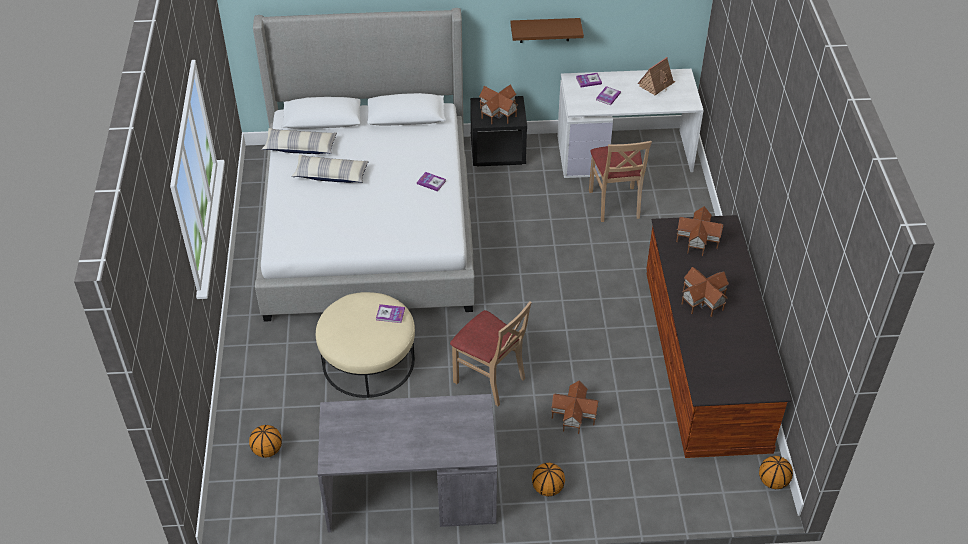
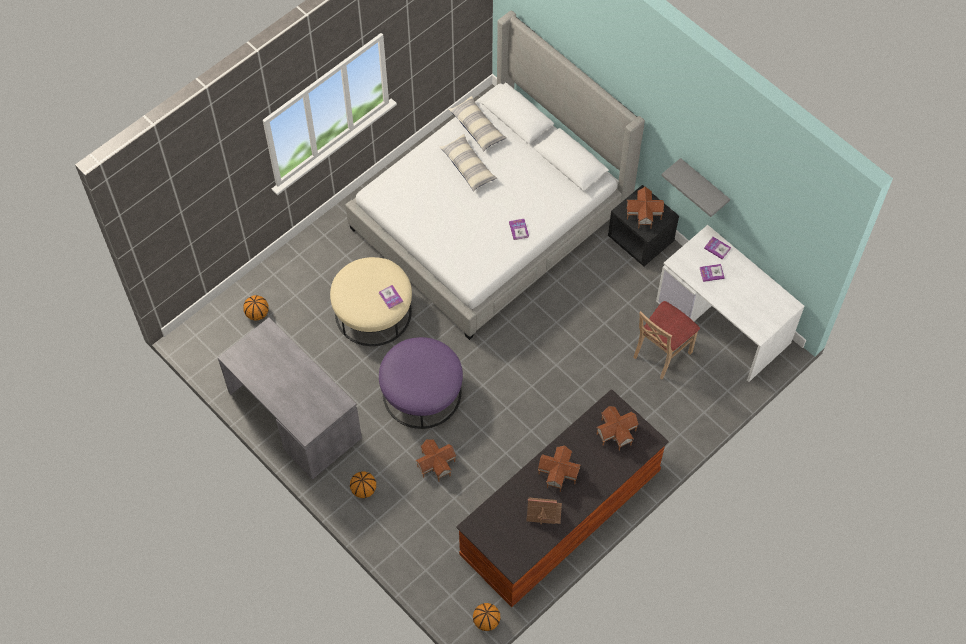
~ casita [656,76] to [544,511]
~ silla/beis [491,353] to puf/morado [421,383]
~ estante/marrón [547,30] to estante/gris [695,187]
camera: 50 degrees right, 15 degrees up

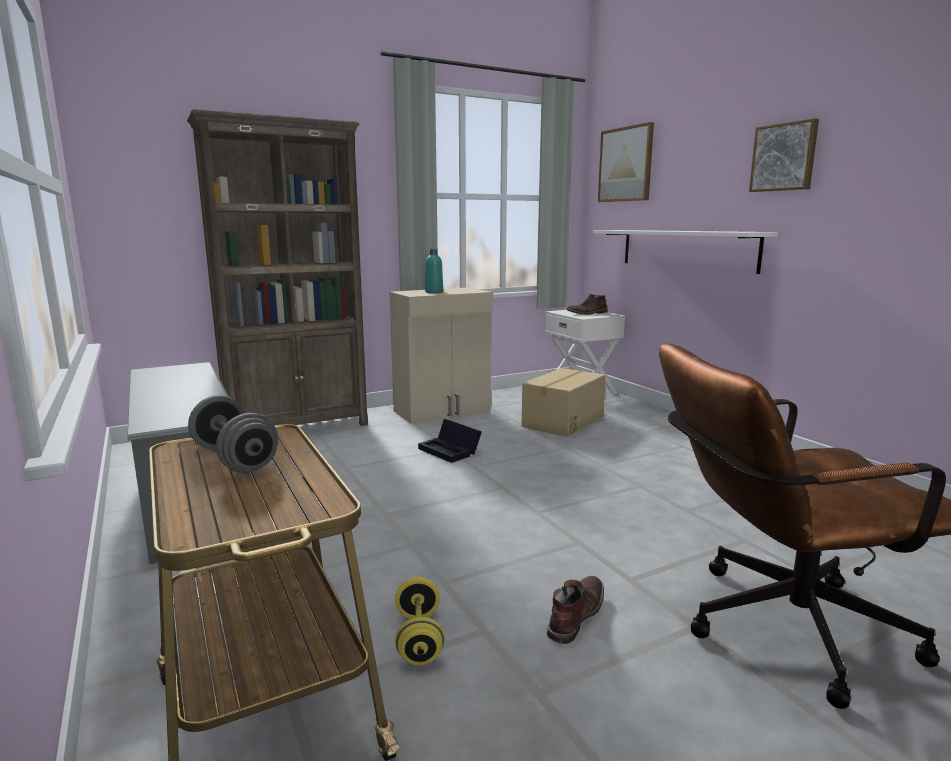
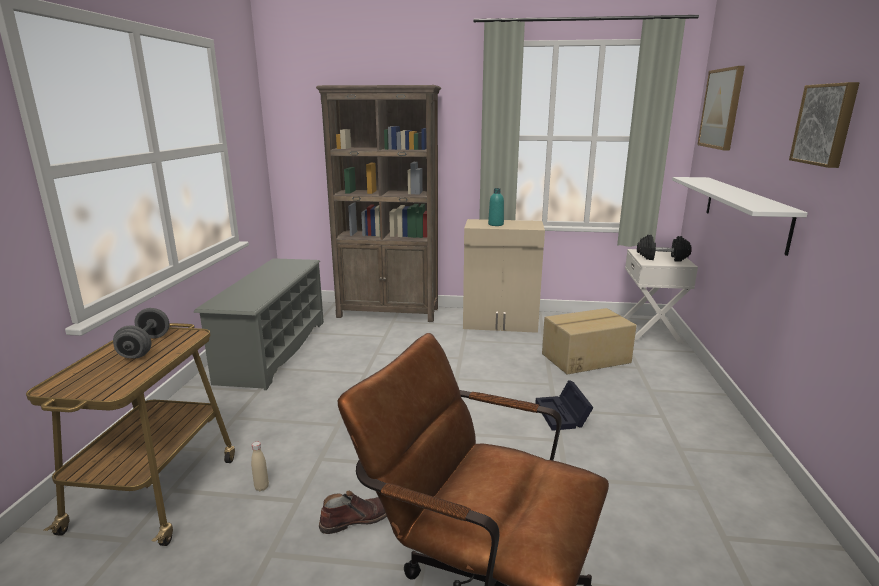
~ caja de almacenaje/negro [450,441] to [565,405]
~ mancuerna/amarillo [420,621] to botella/beis [260,466]
~ bota/marrón [587,304] to mancuerna/negro [664,248]
camera: 35 degrees right, 5 degrees up

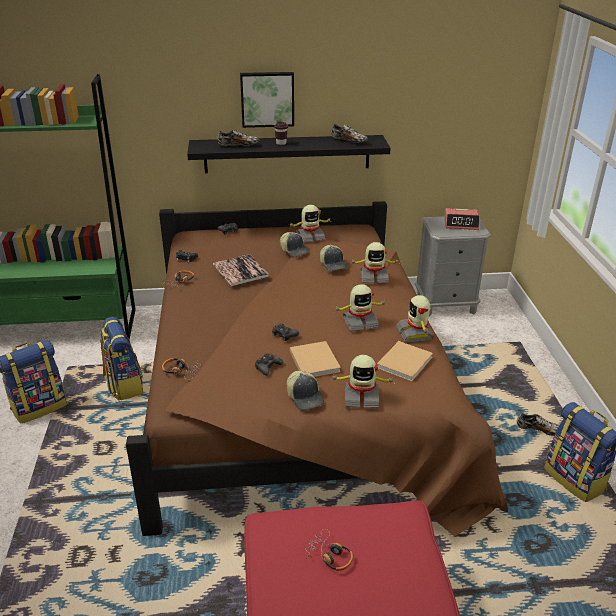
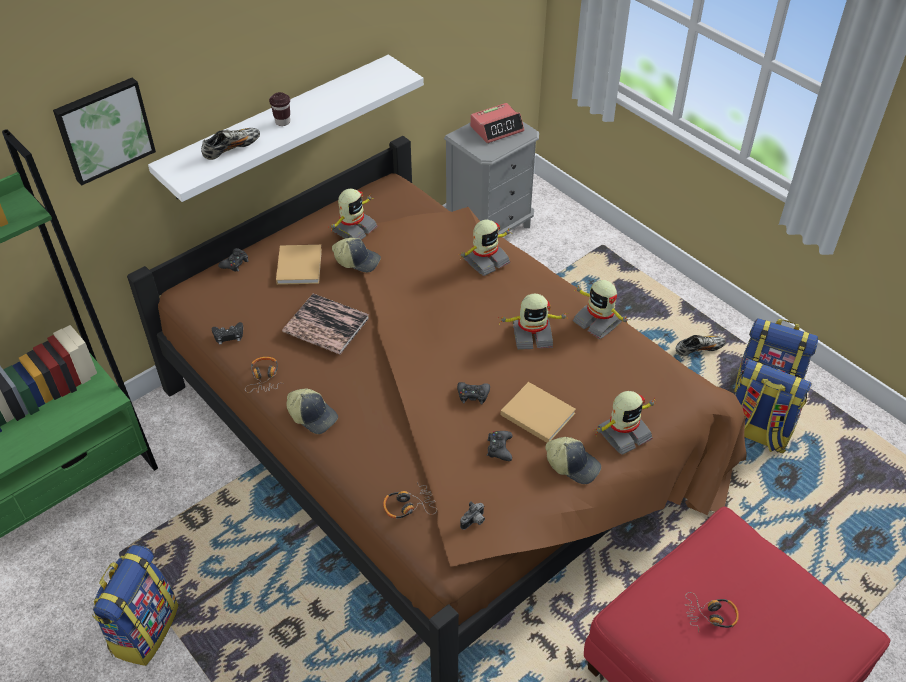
- zapato [350,133]
+ cámara [472,515]
~ mochila [121,359] to [773,406]
~ cuadro [267,100] to [104,131]
~ gorra [333,258] to [312,411]
~ libro/beis [405,361] to [299,265]
~ estante/negro [289,154] to estante/blanco [286,128]
~ robot de juguete [360,307] = [533,322] 45 degrees clockwise
camera: 35 degrees left, 15 degrees up

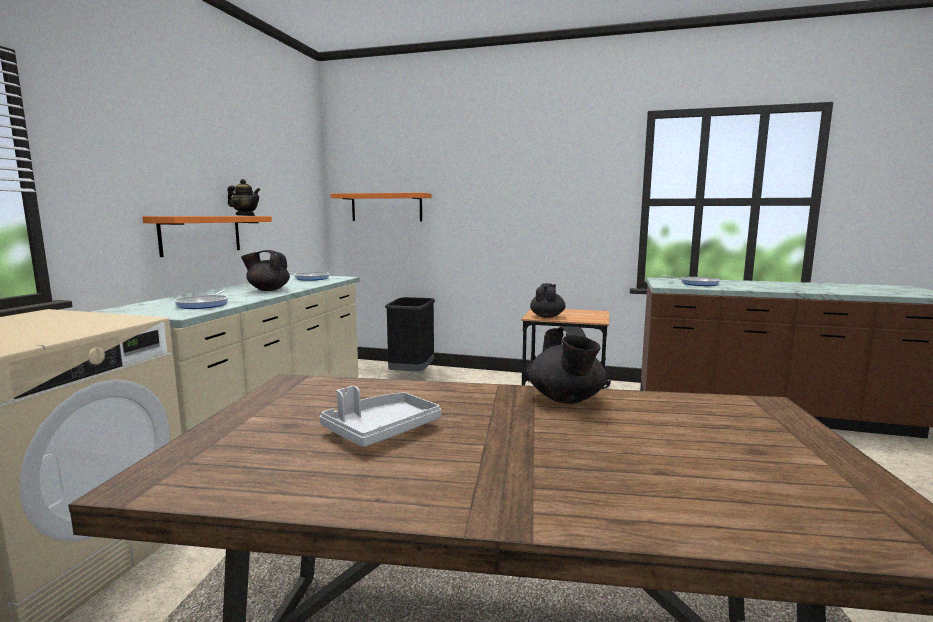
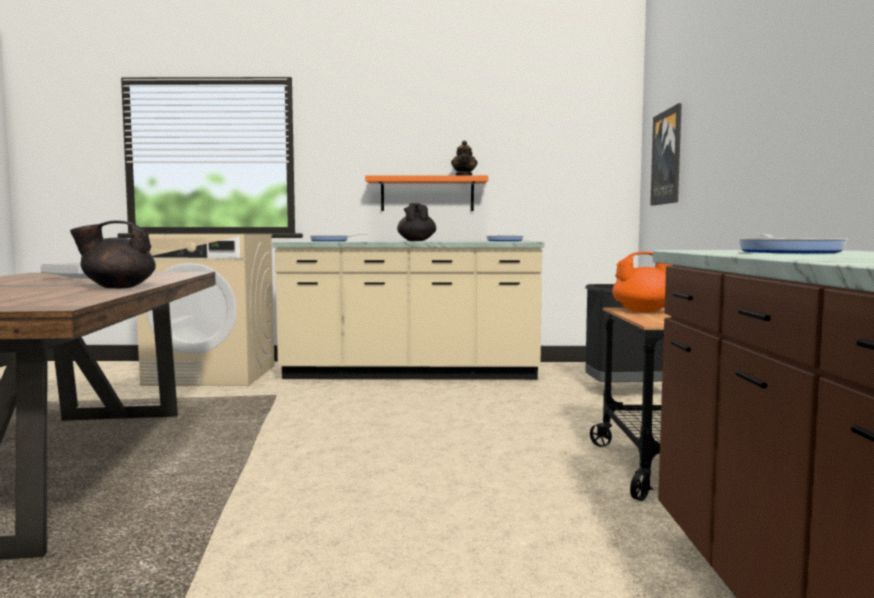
~ estante/naranja [381,207] to cuadro [666,154]
~ tetera/negro [547,300] to tetera/naranja [642,282]
camera: 75 degrees right, 5 degrees down

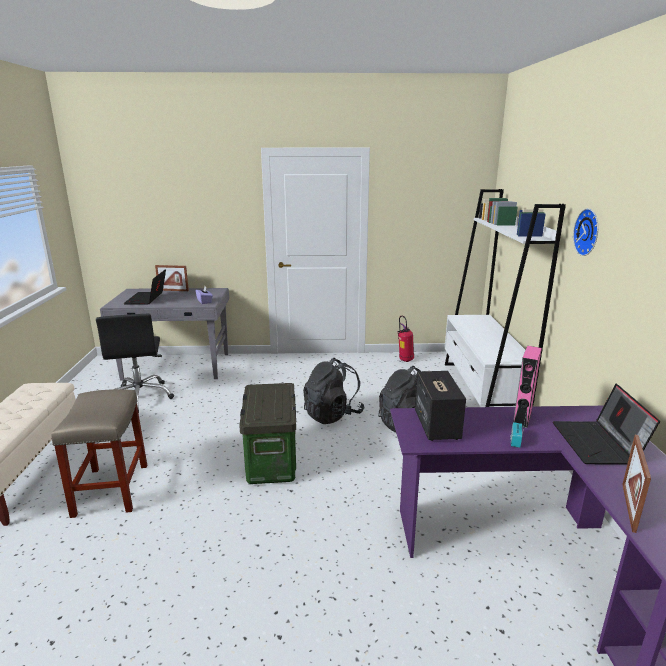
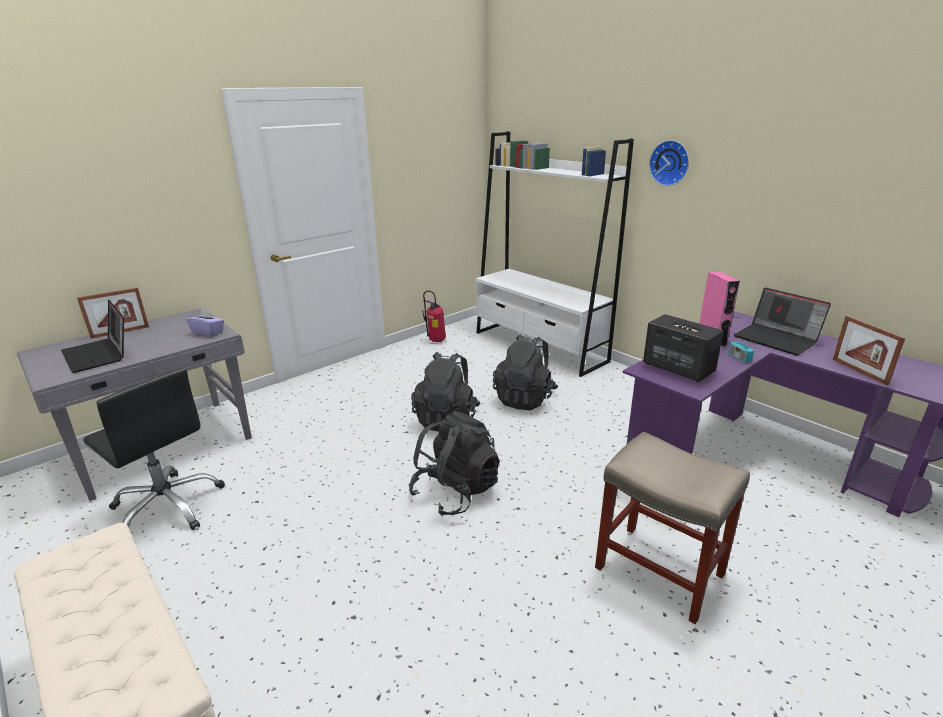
~ taburete/beis [99,453] to [672,527]
~ caja de almacenaje [267,433] to mochila/negro [454,463]
camera: 40 degrees left, 5 degrees up

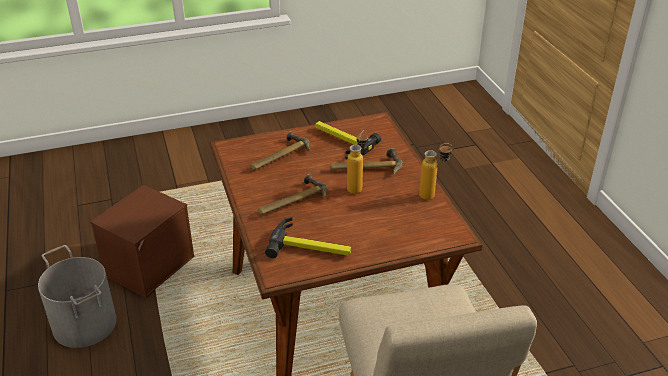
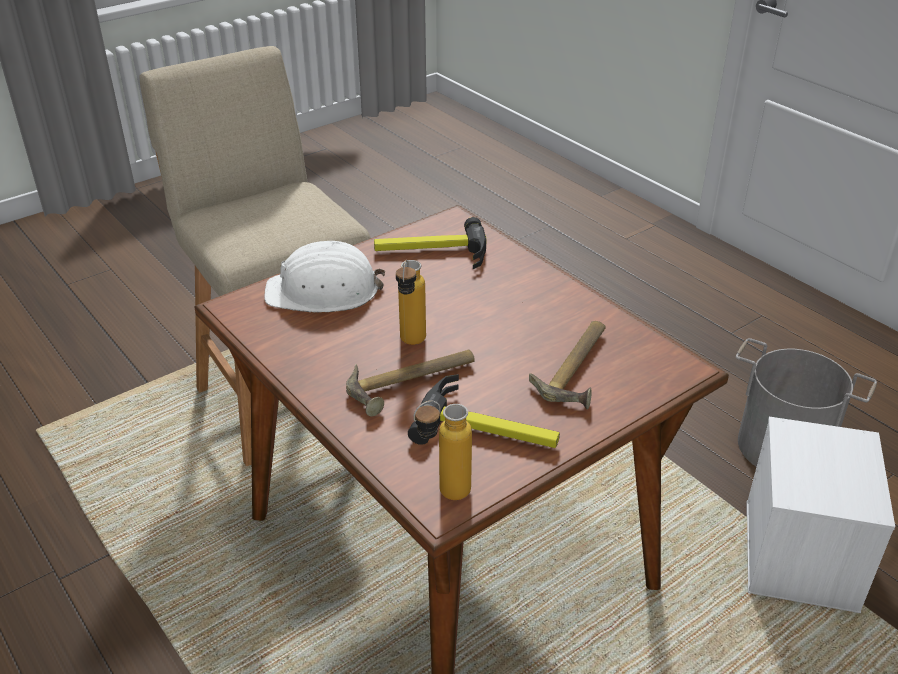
- martillo [292,194]
+ casco/blanco [324,276]
~ botella [436,171] to [443,450]
~ caja de almacenaje/marrón [142,241] to caja de almacenaje/blanco [820,515]
camera: 160 degrees right, 0 degrees up

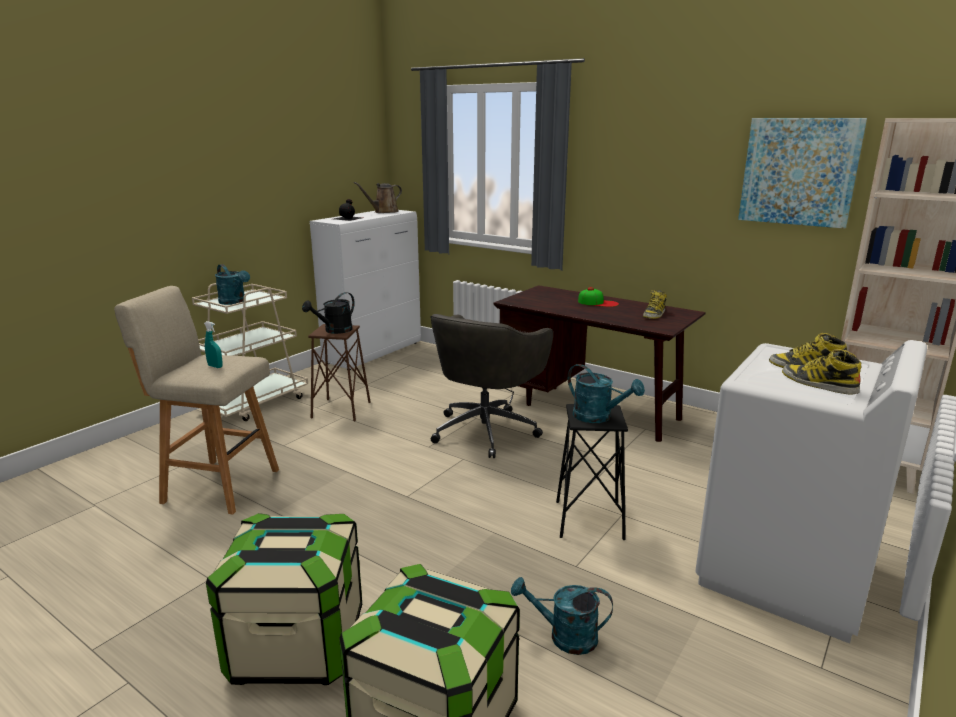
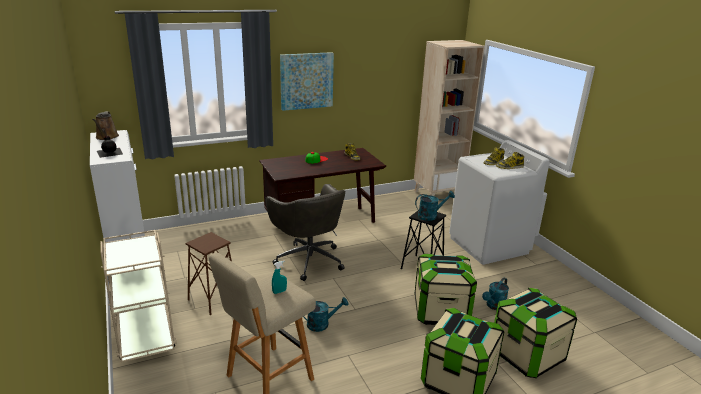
- regadera/negro [328,313]
+ caja de almacenaje [445,289]
~ regadera/turquesa [232,284] to [326,314]
~ cuadro [802,173] to [307,81]
camera: 60 degrees left, 5 degrees up

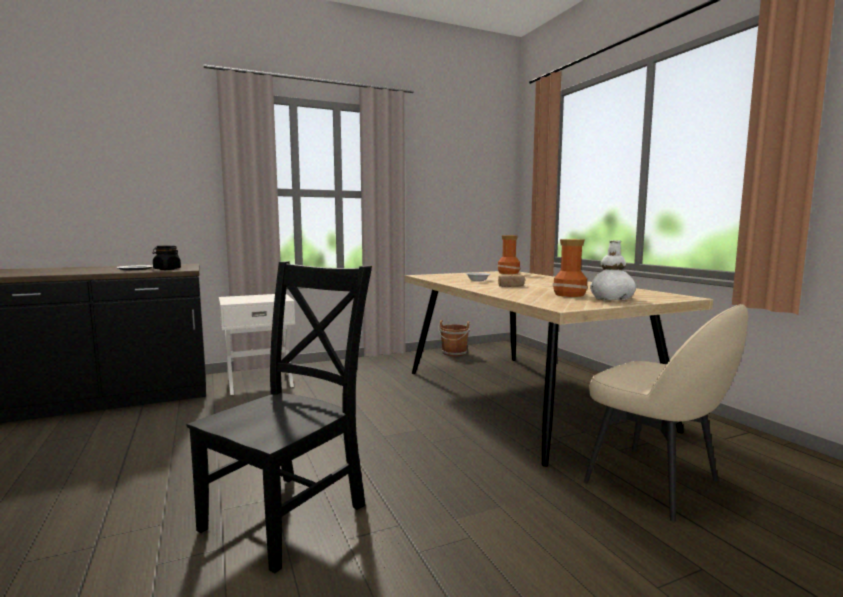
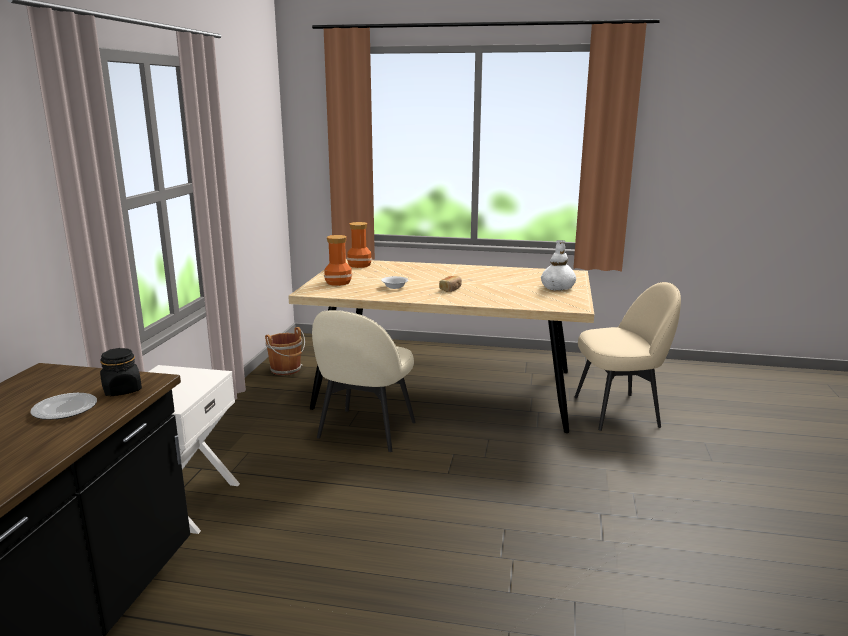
- silla/negro [279,417]
+ silla/beis [364,381]
~ florero [570,268] to [338,260]
camera: 55 degrees left, 10 degrees up

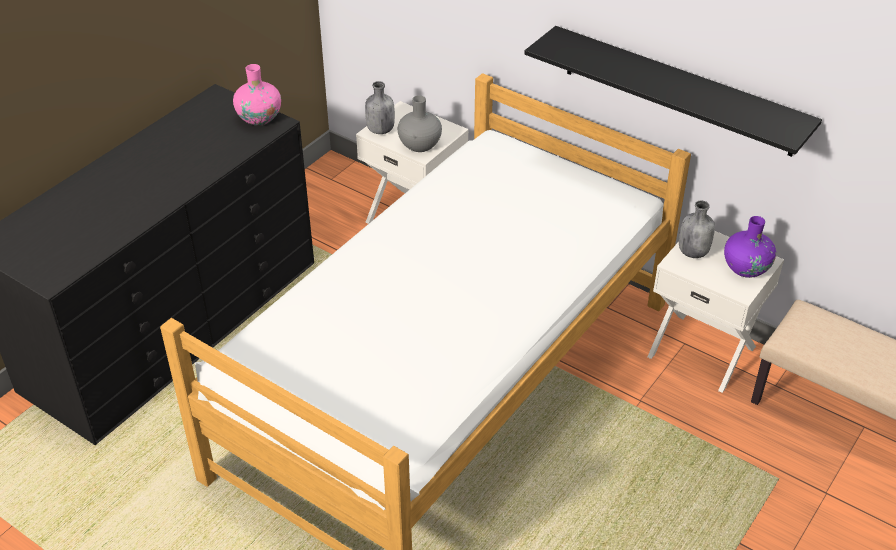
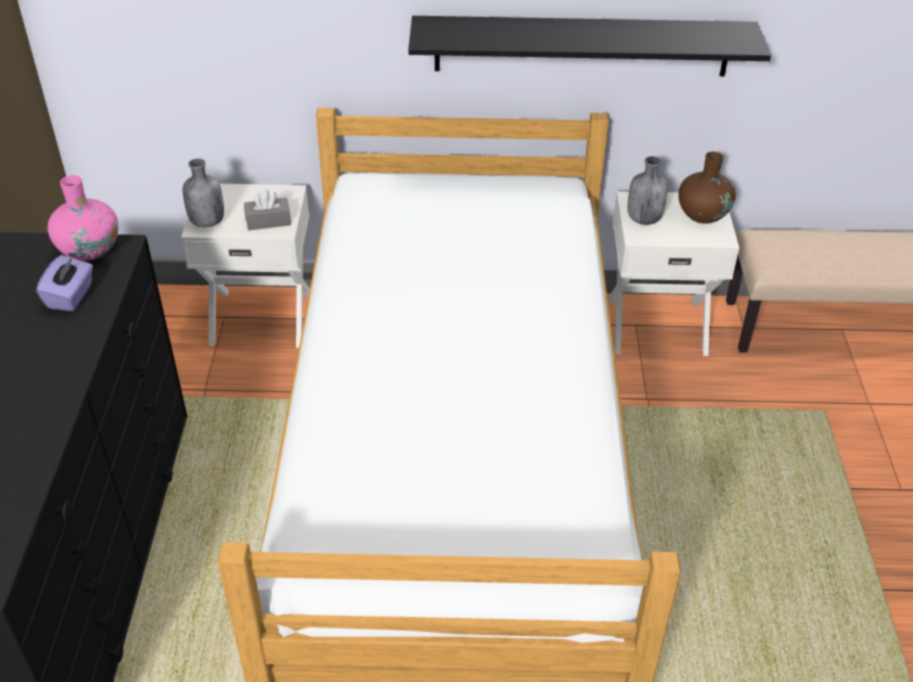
+ caja de pañuelos/morado [64,283]
~ florero/gris [420,123] to caja de pañuelos/gris [267,210]
~ florero/morado [750,247] to florero/marrón [707,188]
camera: 35 degrees left, 0 degrees up

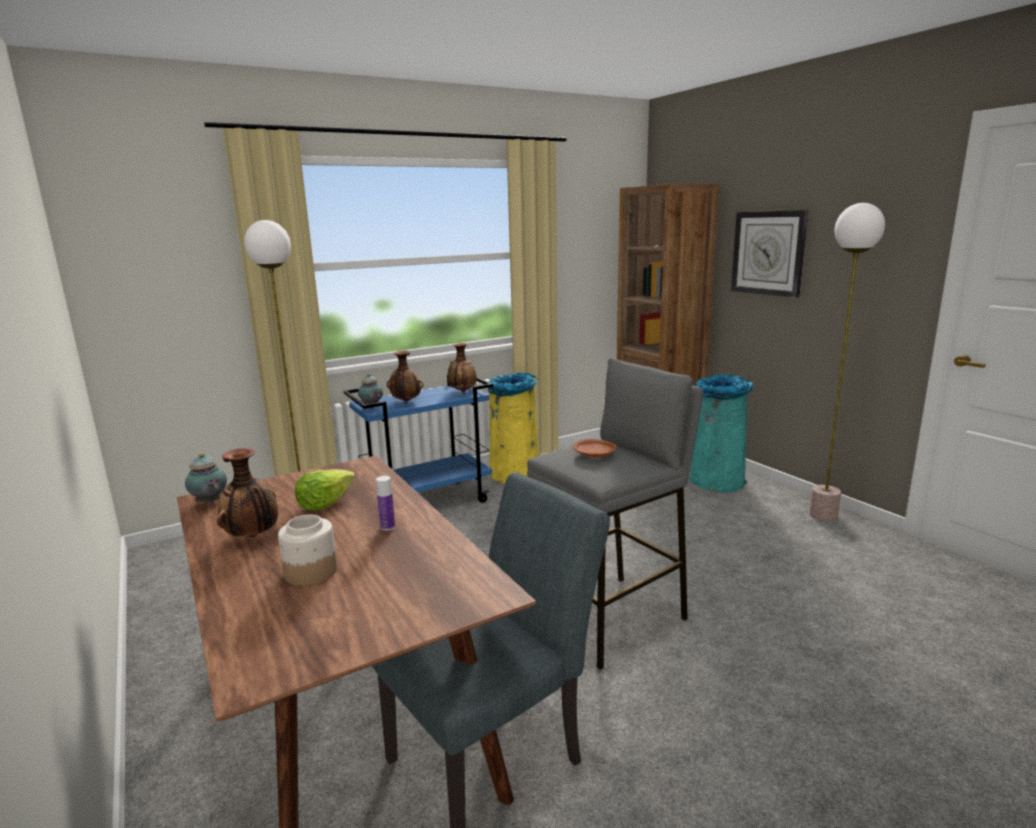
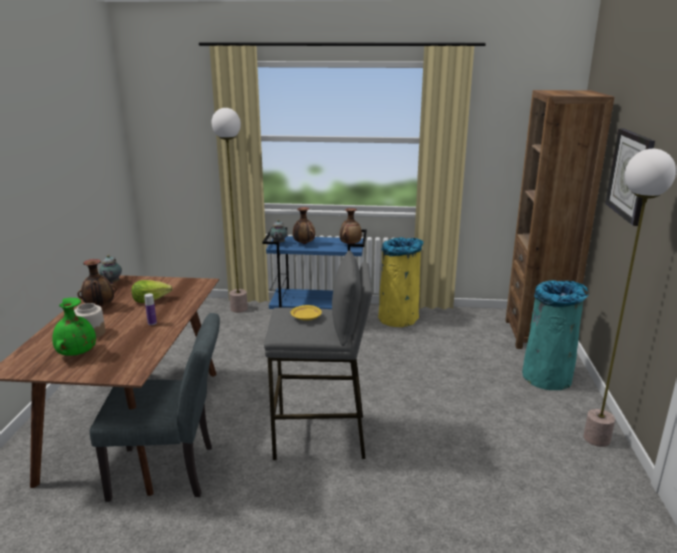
+ florero/verde [74,327]
~ plato/marrón [595,448] to plato/amarillo [306,313]
camera: 35 degrees right, 5 degrees up

